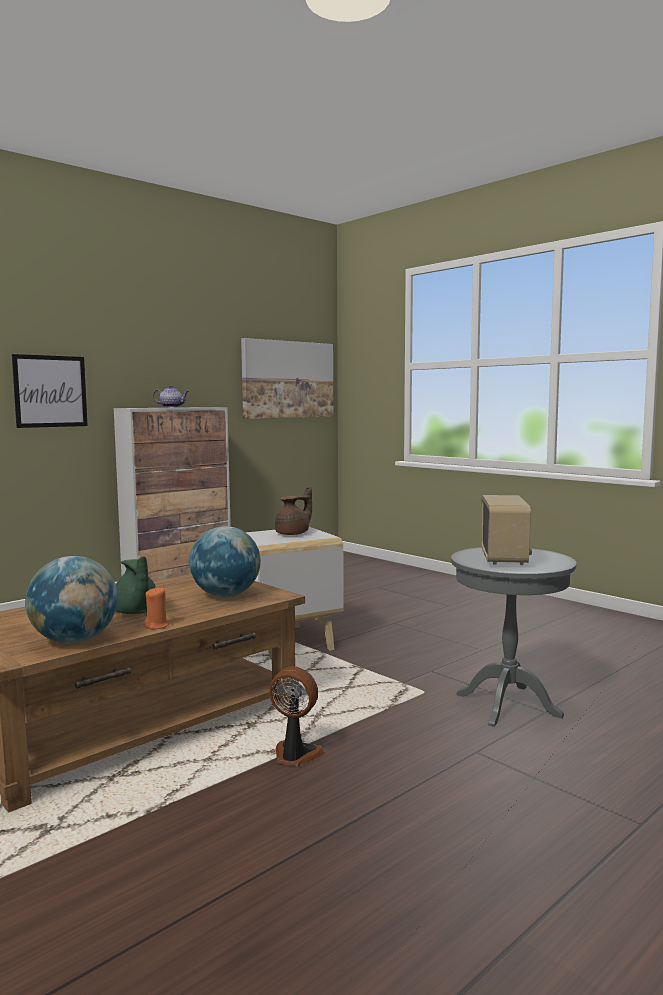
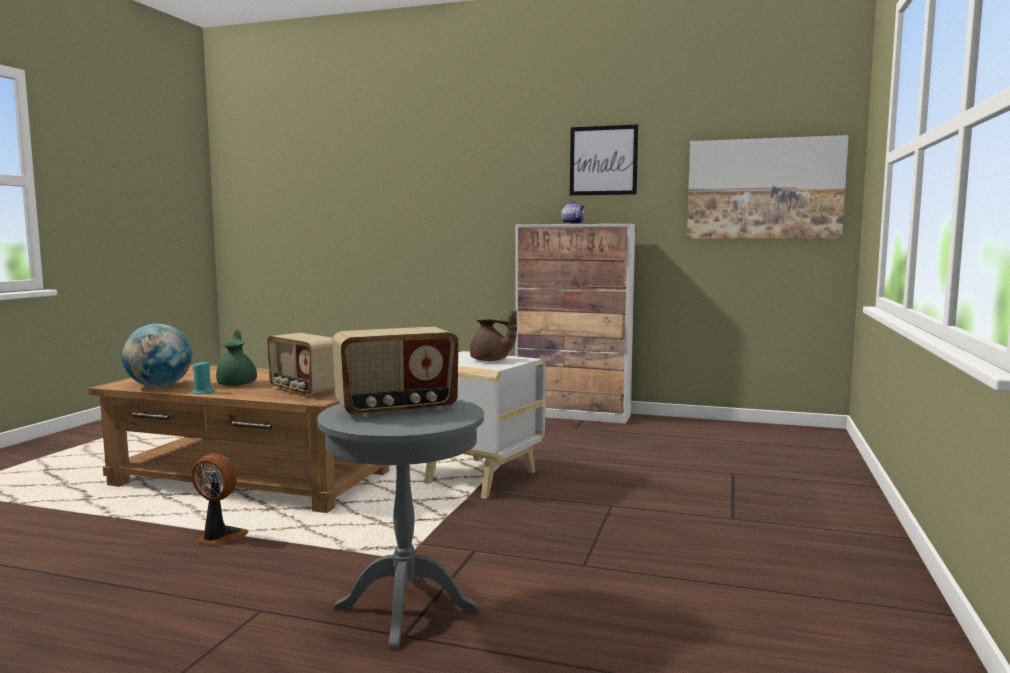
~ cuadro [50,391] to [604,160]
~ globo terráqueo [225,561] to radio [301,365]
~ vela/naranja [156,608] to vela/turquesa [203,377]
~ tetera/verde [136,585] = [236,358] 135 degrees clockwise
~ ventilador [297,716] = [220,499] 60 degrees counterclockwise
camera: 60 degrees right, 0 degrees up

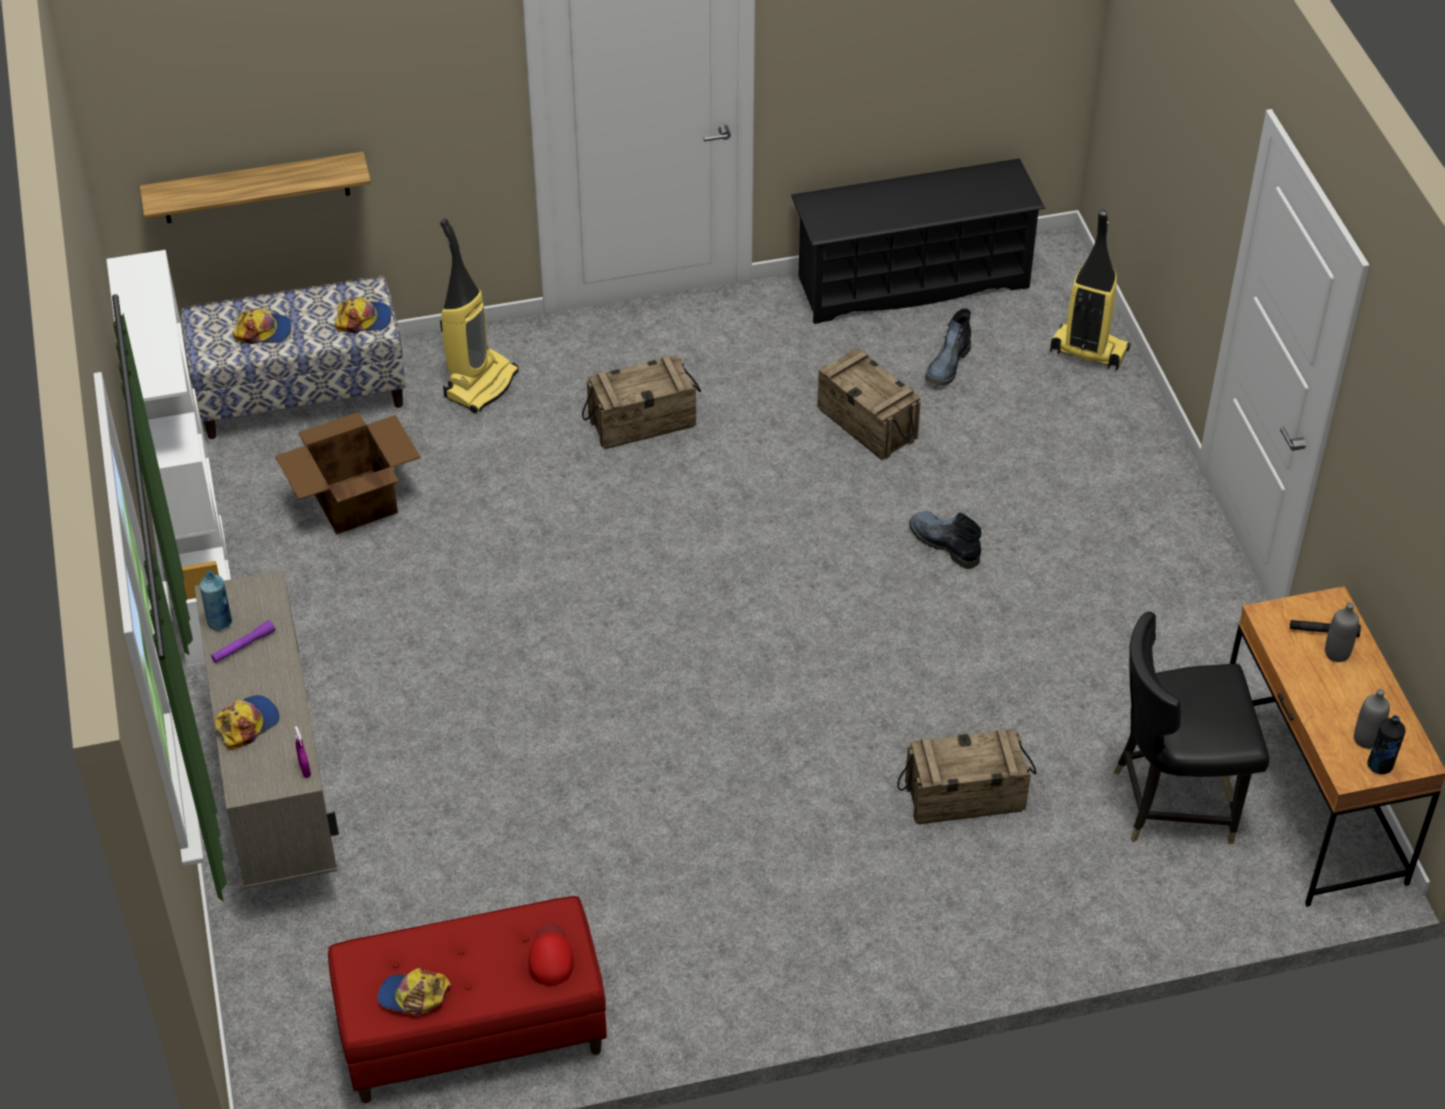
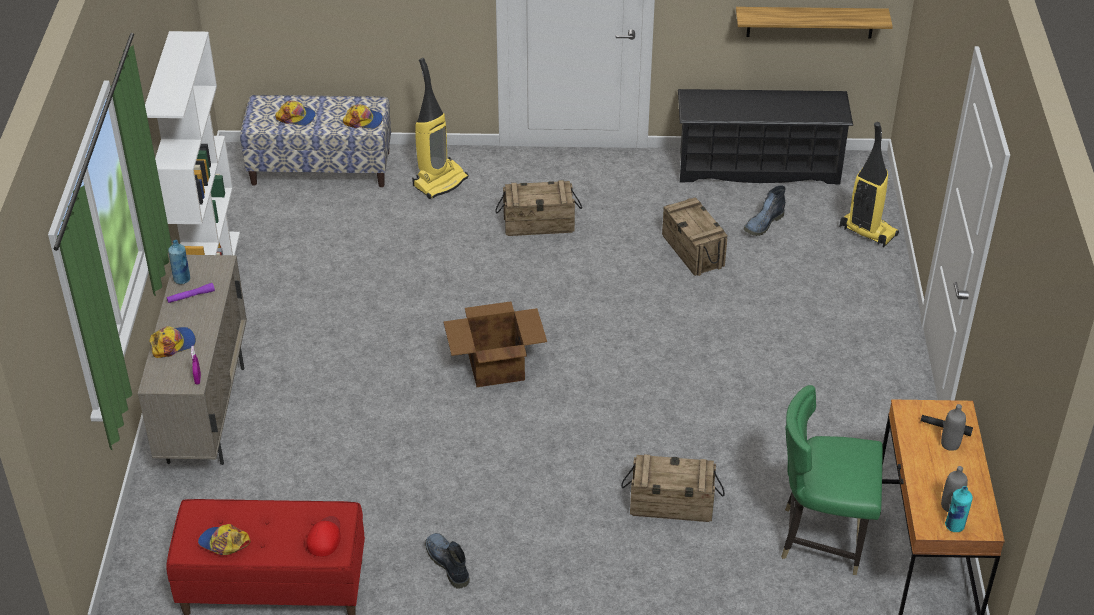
~ estante [255,187] to [814,22]
~ caja de cartón [348,473] to [495,344]
~ bota [945,540] to [447,560]
~ silla/negro [1191,728] to silla/verde [832,480]
~ botella/negro [1386,745] to botella/turquesa [959,509]
camera: 15 degrees right, 5 degrees down

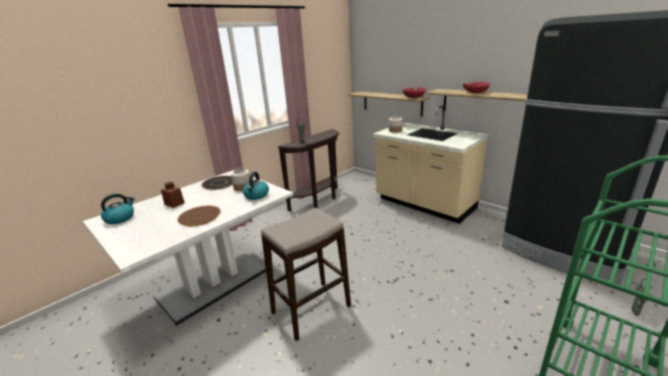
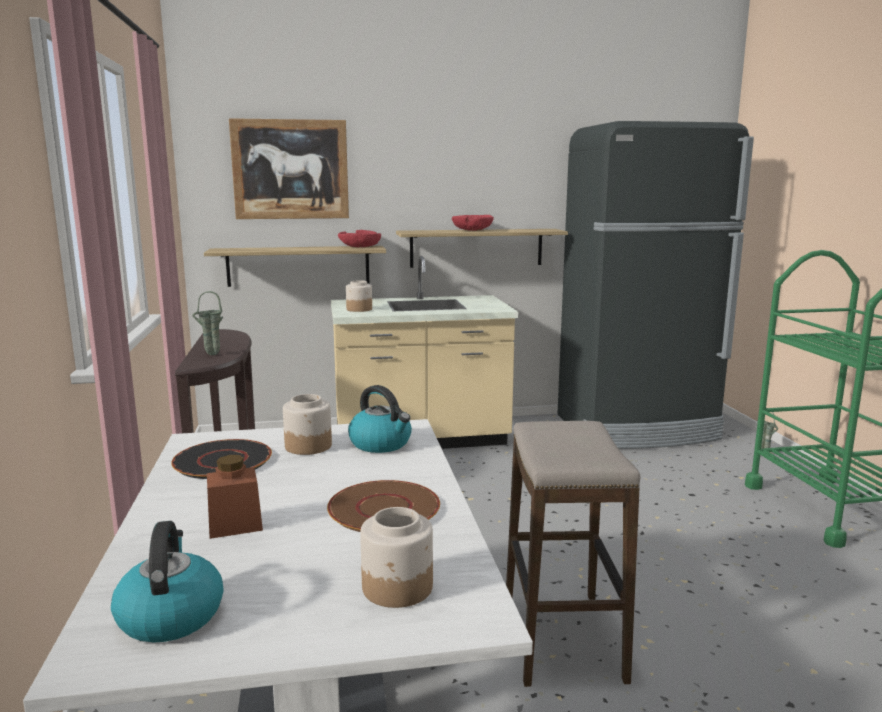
+ cuadro [289,168]
+ tarro [396,557]
camera: 55 degrees left, 10 degrees down

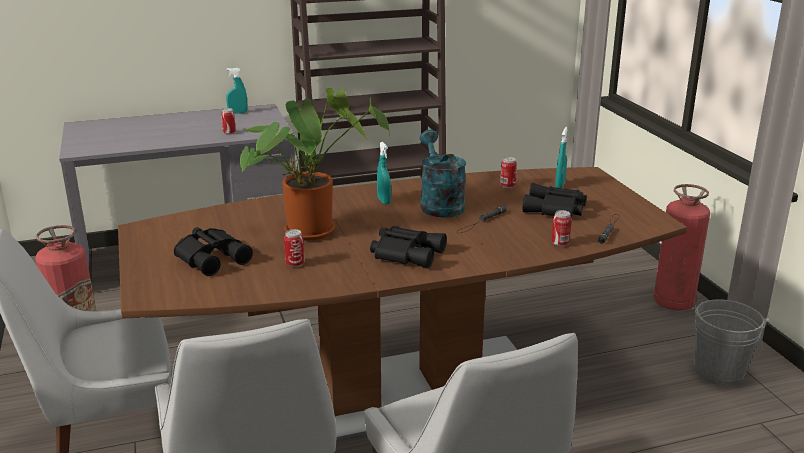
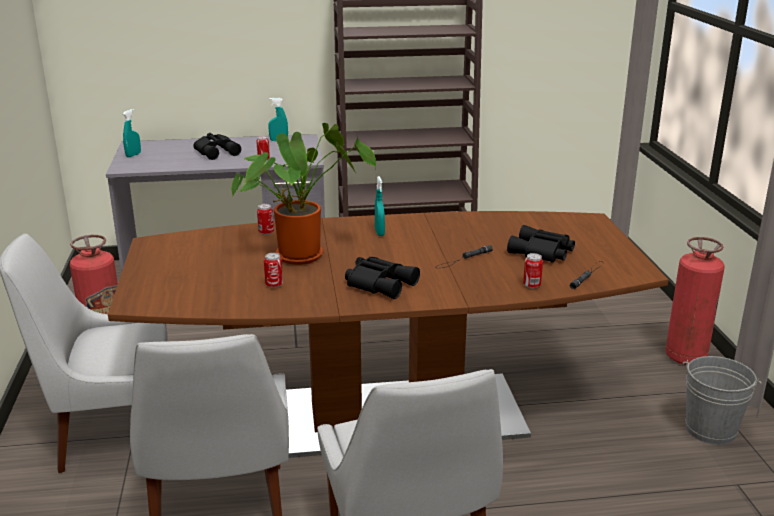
- regadera/turquesa [443,174]
~ prismáticos/negro [213,251] to [217,146]
~ lata [508,172] to [265,219]
~ pulverizador/turquesa [561,157] to [132,133]
camera: 10 degrees right, 0 degrees up

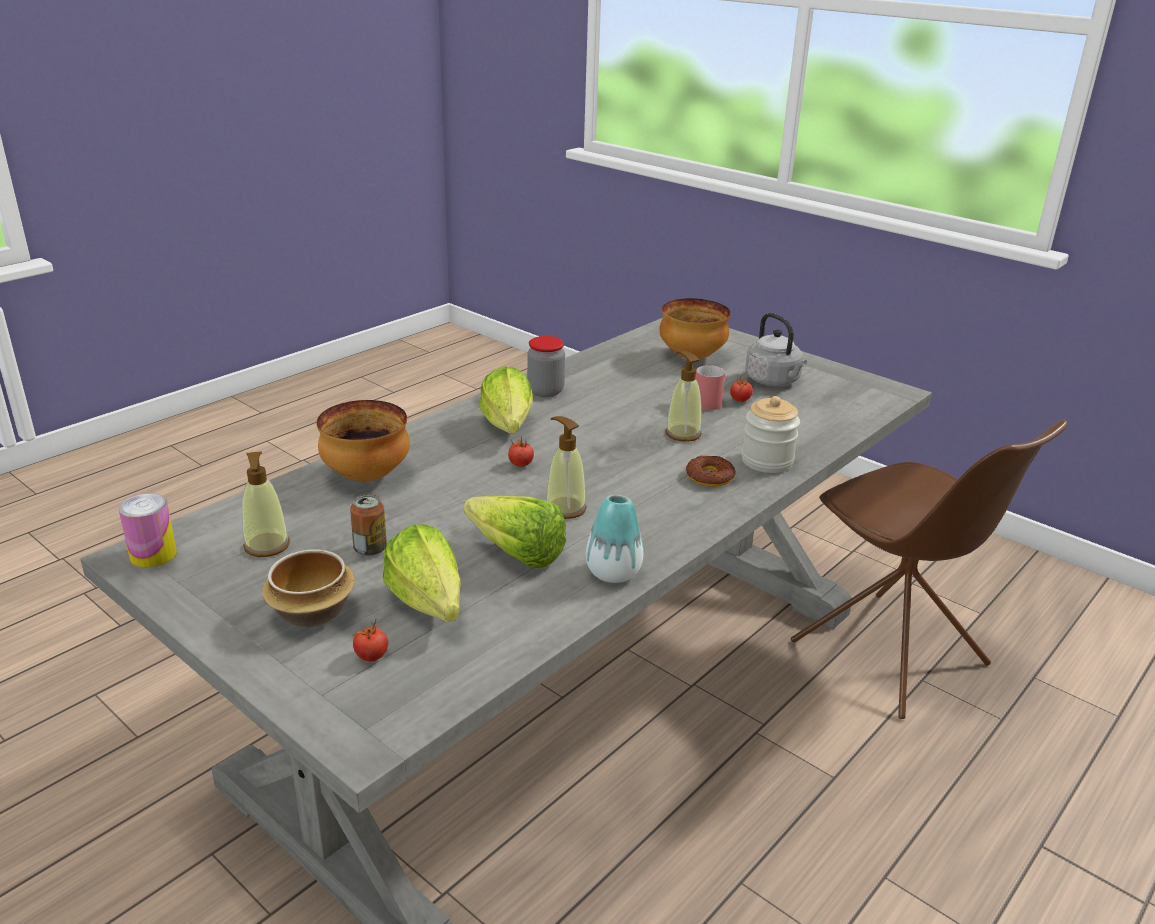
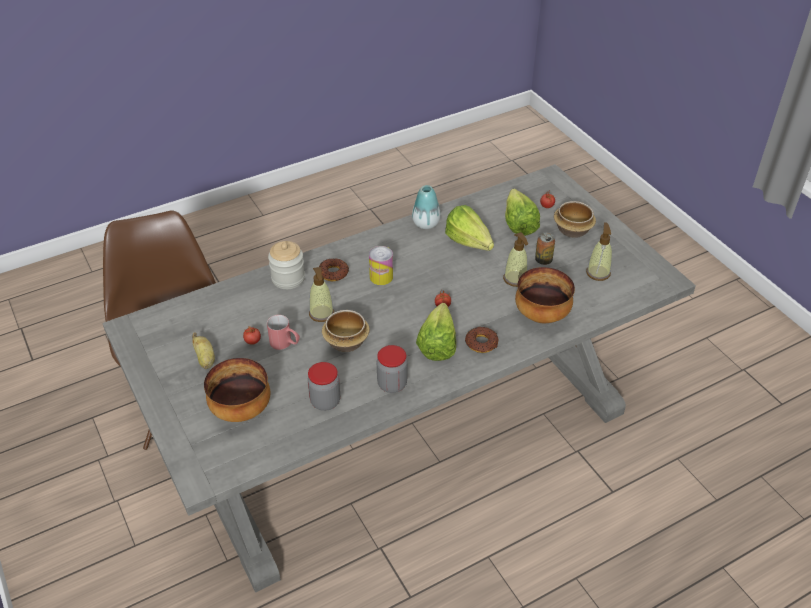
+ tarro [324,386]
+ cuenco [346,331]
+ rosquilla [481,340]
~ lata [148,530] to [381,265]
~ dispensador de jabón [566,467] to [515,259]
~ hervidor/gris [776,349] to plátano [203,351]
camera: 160 degrees left, 15 degrees up

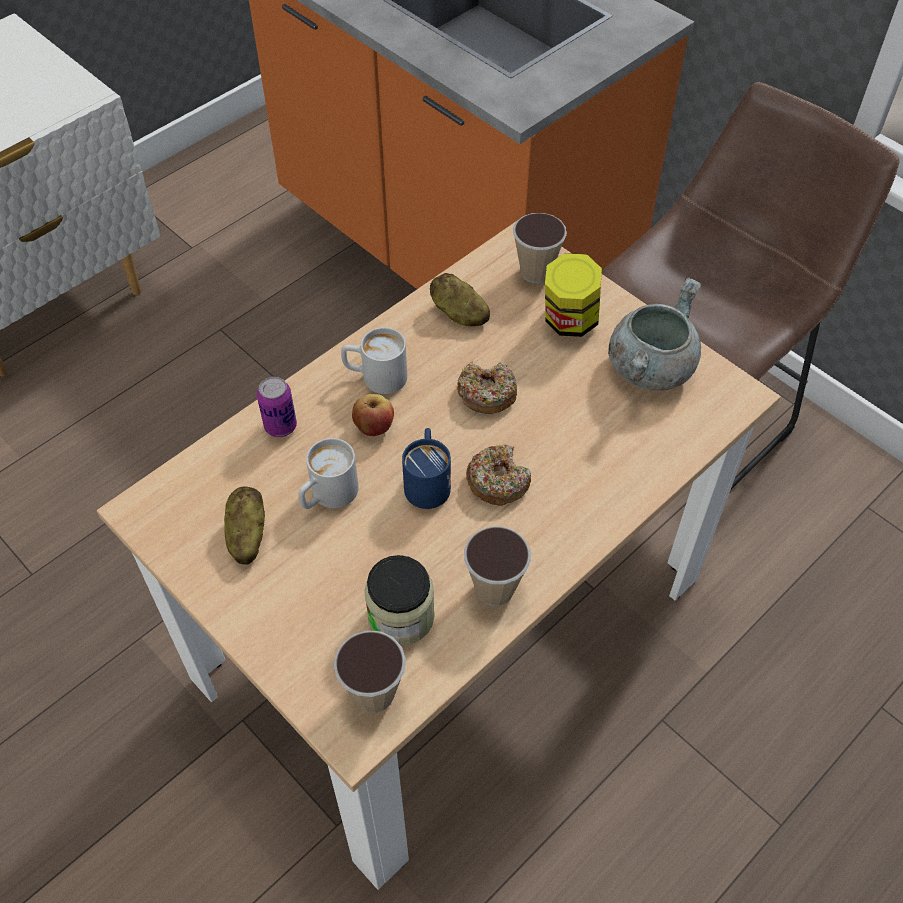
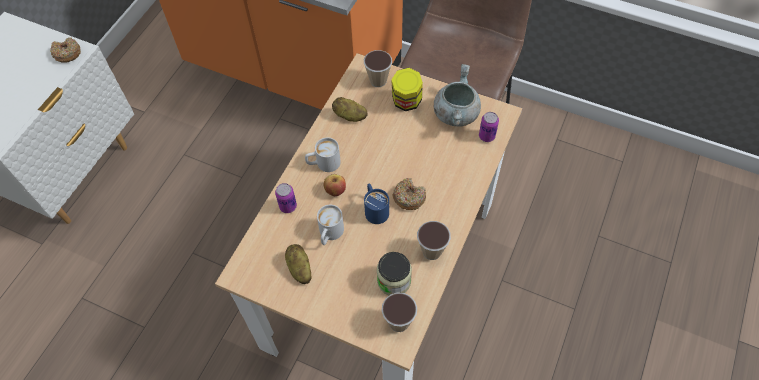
+ lata [489,127]
~ rosquilla [487,388] to [65,50]
camera: 20 degrees left, 5 degrees up

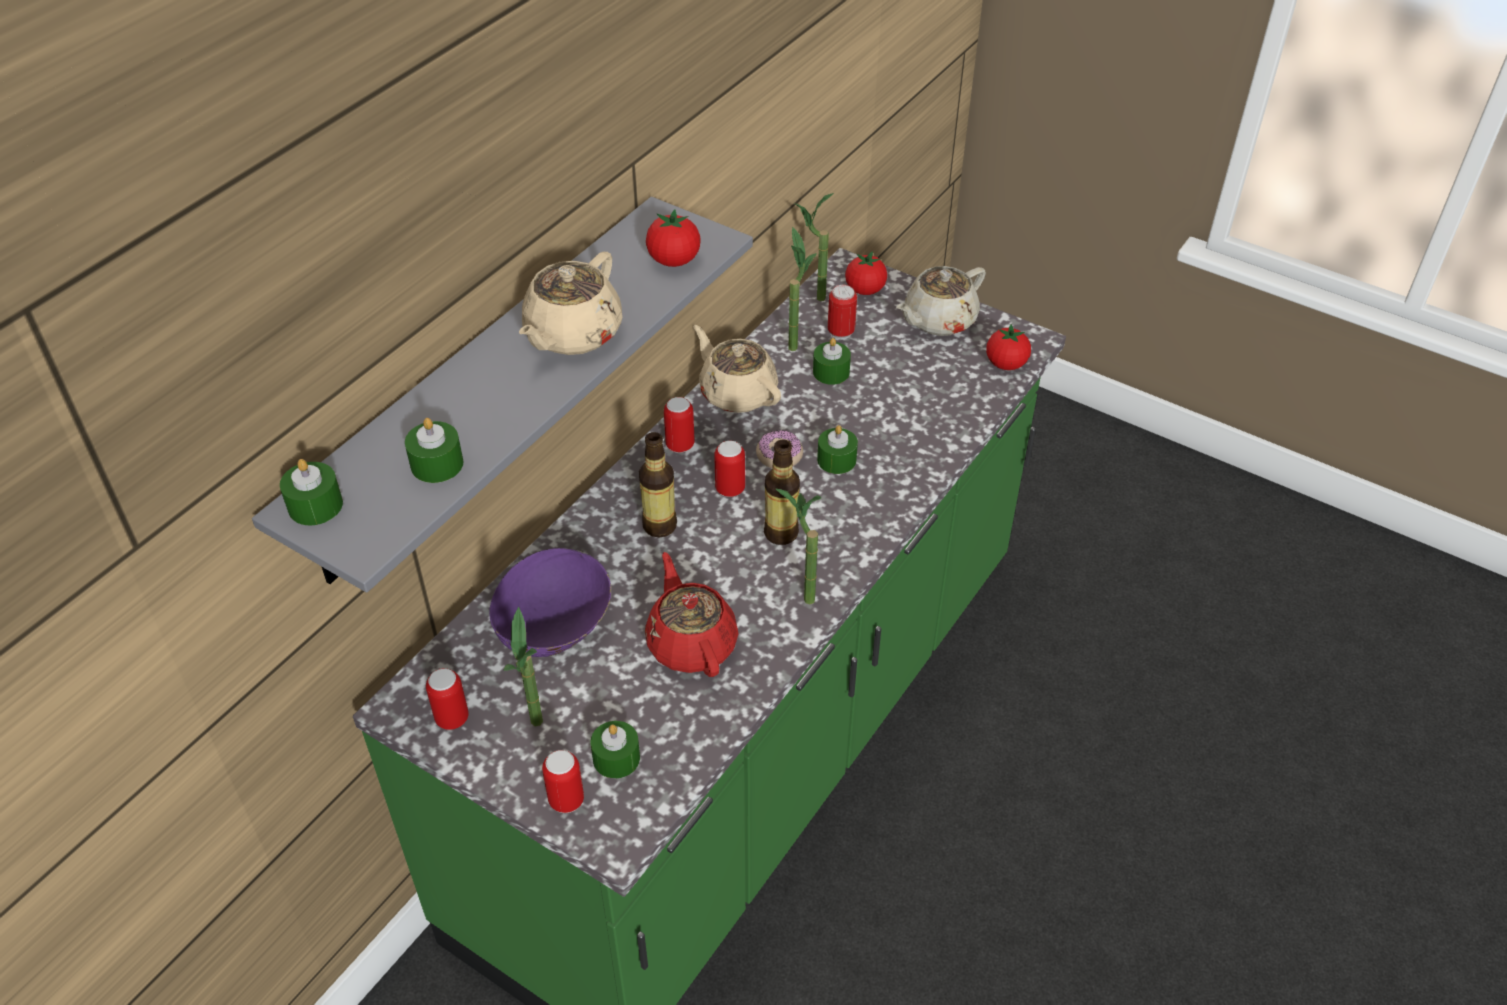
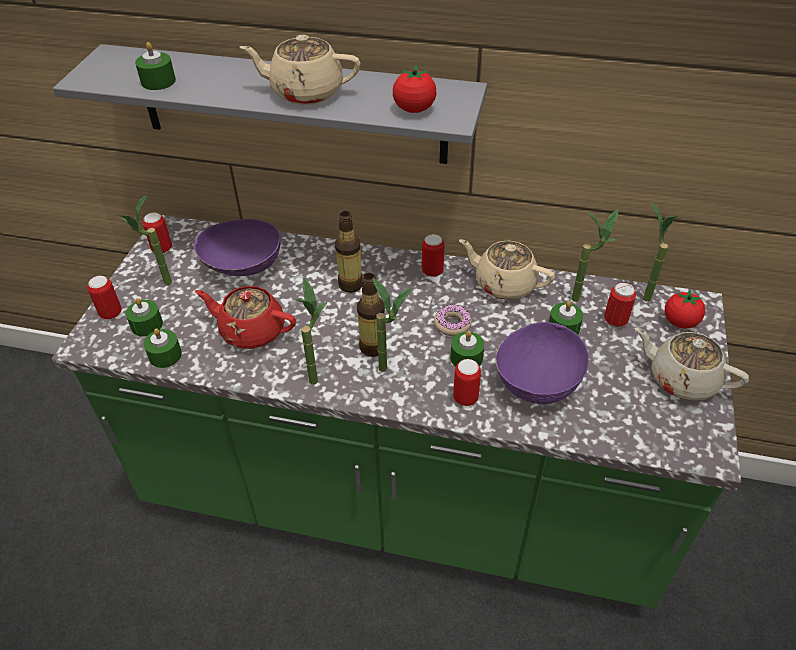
- tomate [1008,347]
+ planta en maceta [392,325]
+ cuenco/morado [542,363]
~ vela/verde [311,492] to [162,348]
~ lata [729,469] to [467,382]
~ tetera/rojo [692,614] = [245,317] 120 degrees counterclockwise
~ tetera/beis [737,369] = [507,269] 90 degrees counterclockwise
camera: 70 degrees right, 0 degrees up

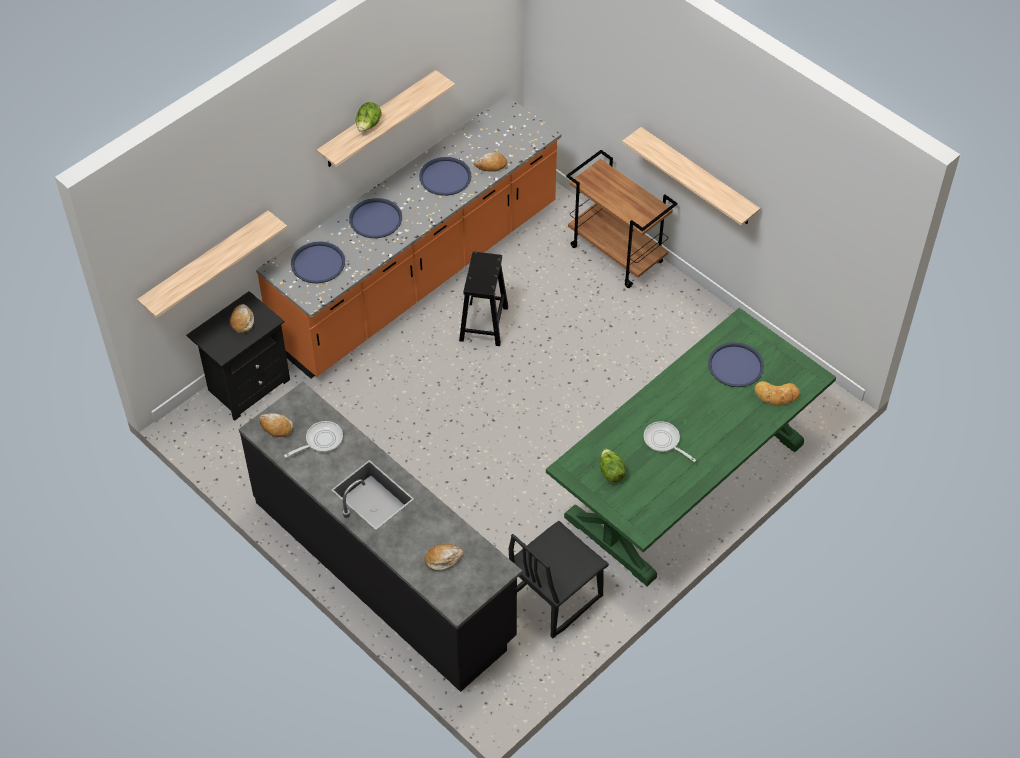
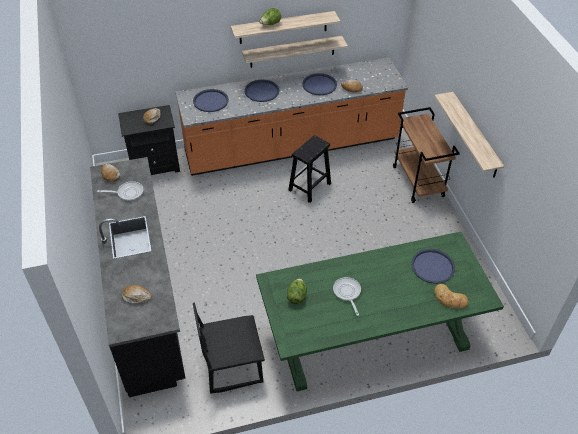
~ estante [212,264] to [295,52]
camera: 30 degrees right, 5 degrees down

